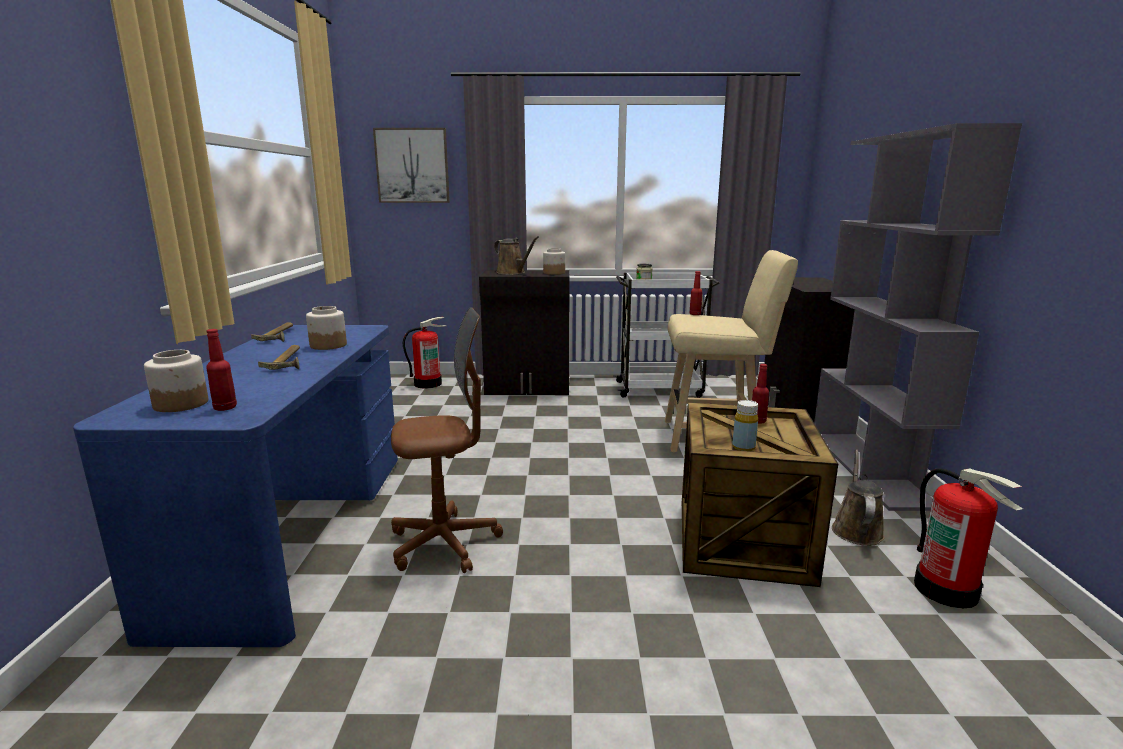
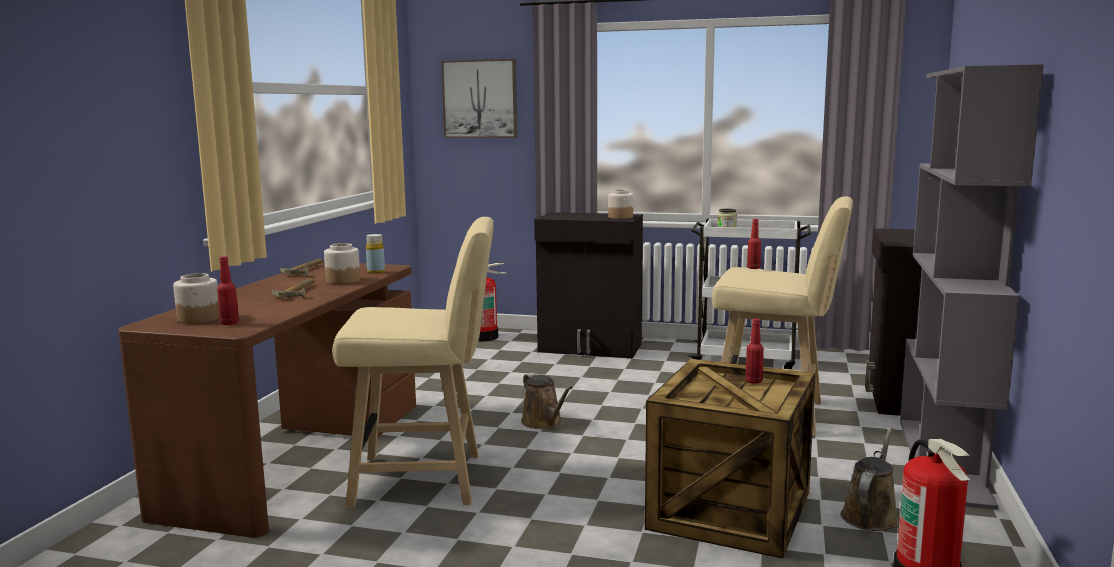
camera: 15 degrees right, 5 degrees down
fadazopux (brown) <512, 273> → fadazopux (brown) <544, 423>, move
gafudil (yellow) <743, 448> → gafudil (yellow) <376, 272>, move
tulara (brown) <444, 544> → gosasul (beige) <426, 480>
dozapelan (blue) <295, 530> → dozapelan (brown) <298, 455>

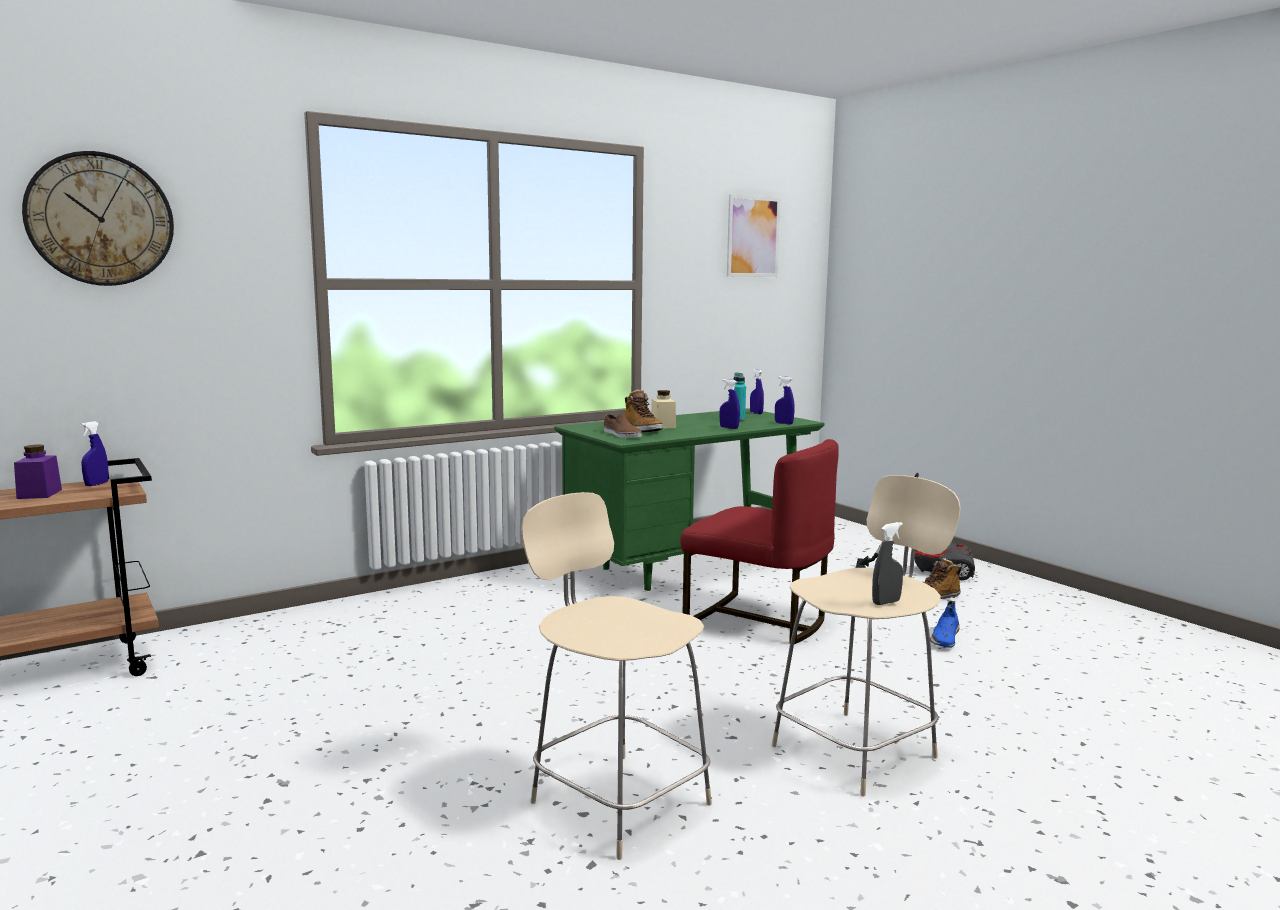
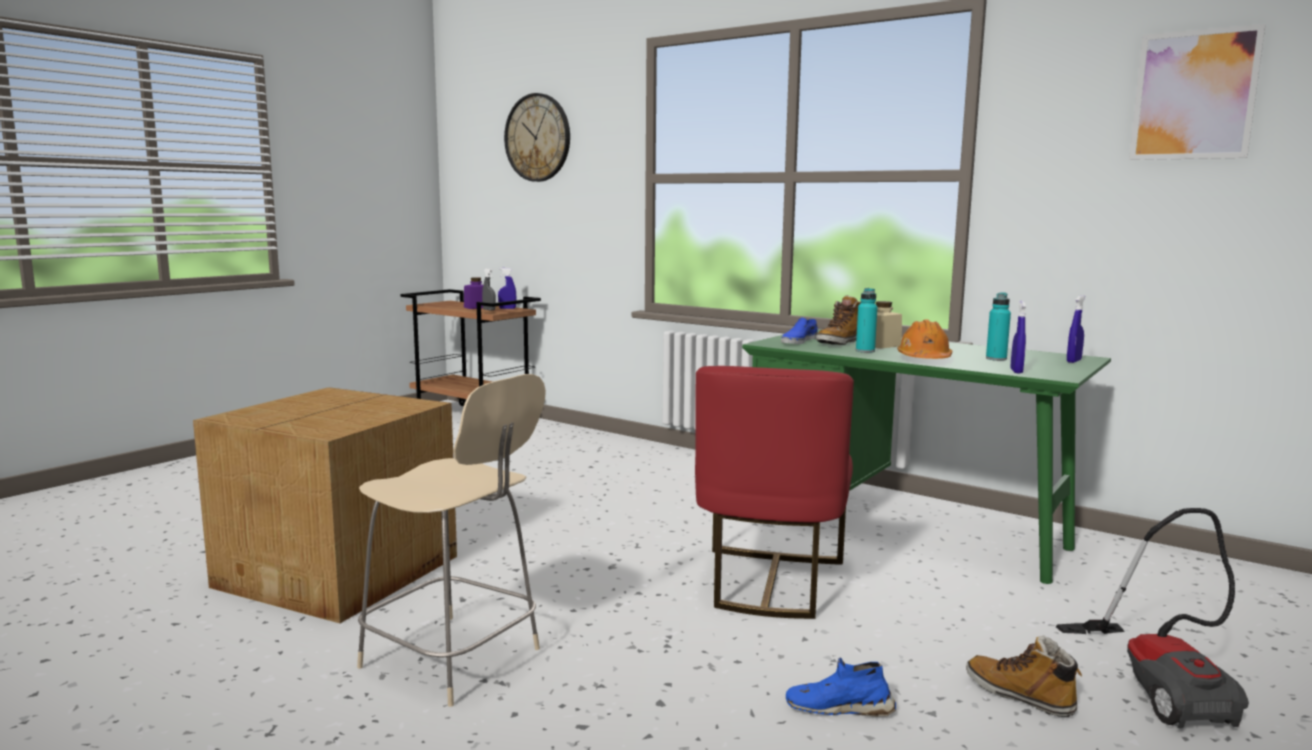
camera: 70 degrees right, 0 degrees up
- → gafudil (turquoise) <865, 351>
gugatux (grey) <886, 602> → gugatux (grey) <489, 310>, move
gosasul (beige) <616, 800> → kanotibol <342, 571>
gugatux (blue) <729, 428> → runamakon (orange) <924, 359>
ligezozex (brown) <621, 435> → ligezozex (blue) <798, 341>

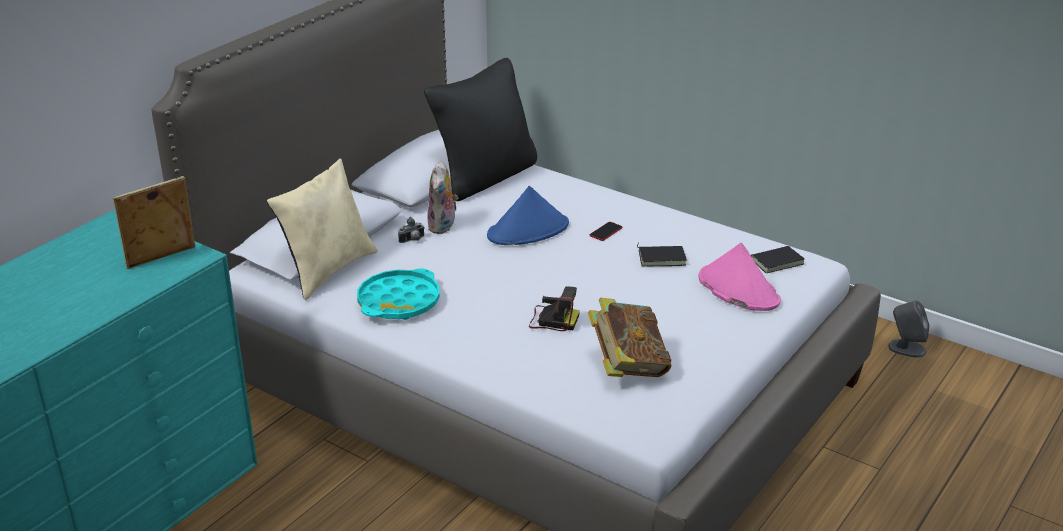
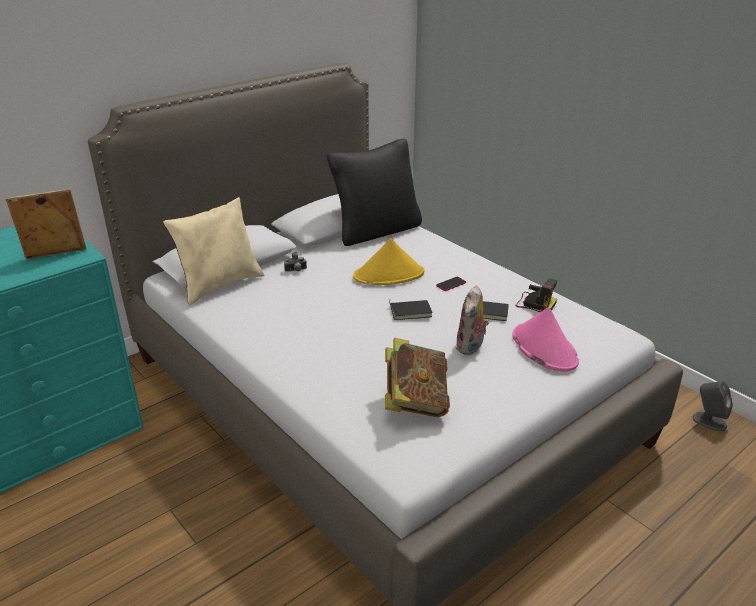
camera: 15 degrees right, 0 degrees up
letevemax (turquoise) <399, 302> → -
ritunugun <443, 226> → ritunugun <471, 347>, move
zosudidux <552, 320> → zosudidux <534, 303>, move
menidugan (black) <776, 261> → menidugan (black) <410, 311>, move
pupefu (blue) <528, 230> → pupefu (yellow) <389, 275>

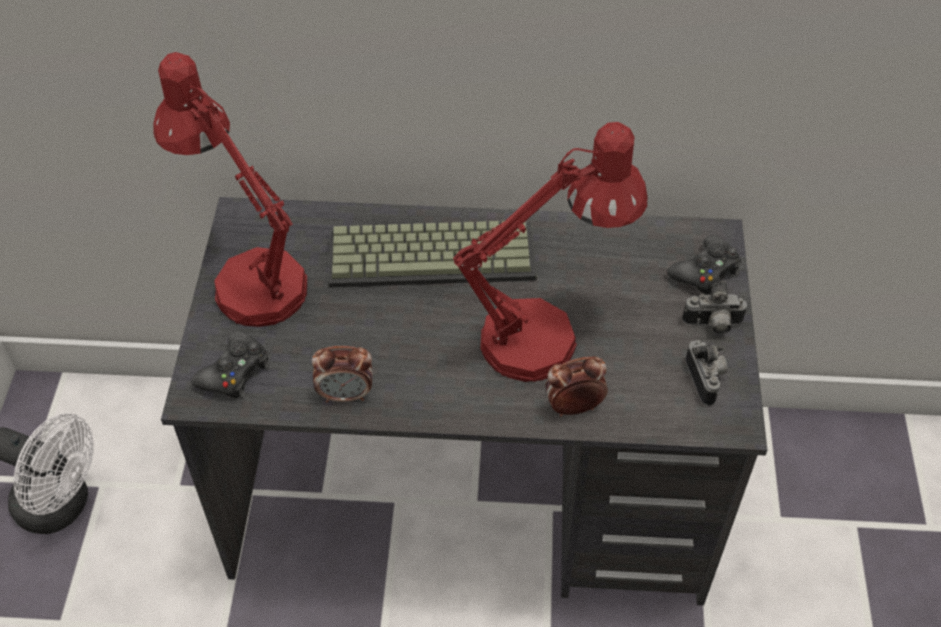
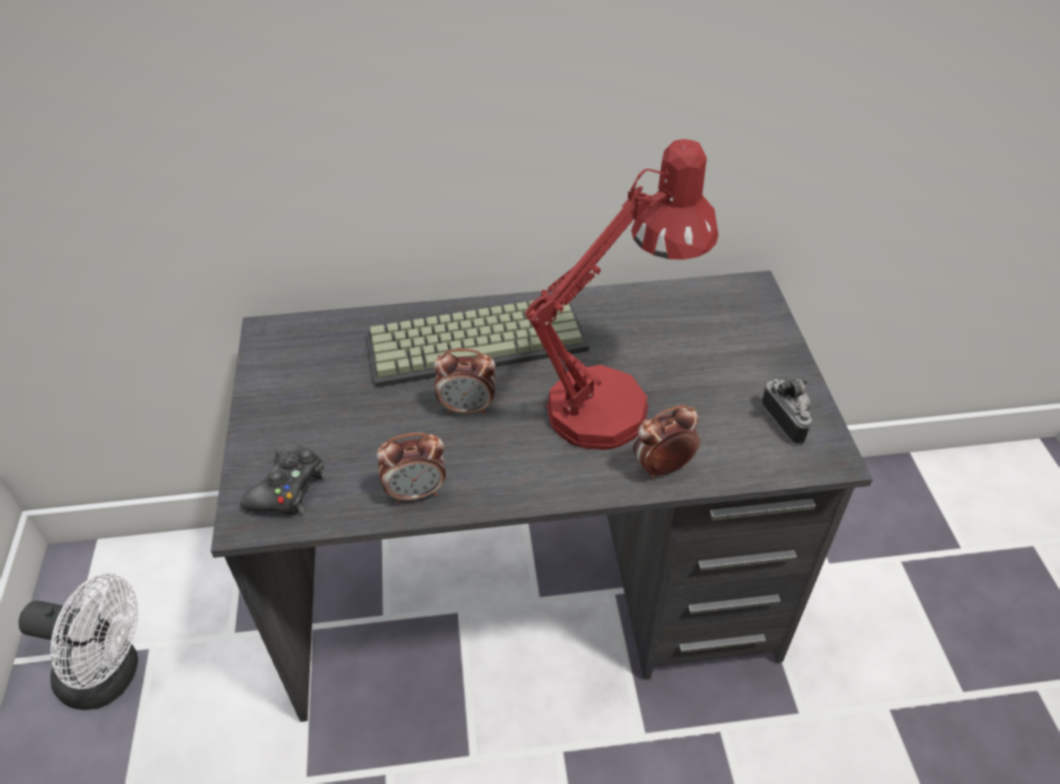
camera: 10 degrees left, 5 degrees down
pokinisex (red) <249, 279> → -
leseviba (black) <705, 272> → -
zosudidux <712, 326> → -
- → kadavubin <467, 408>

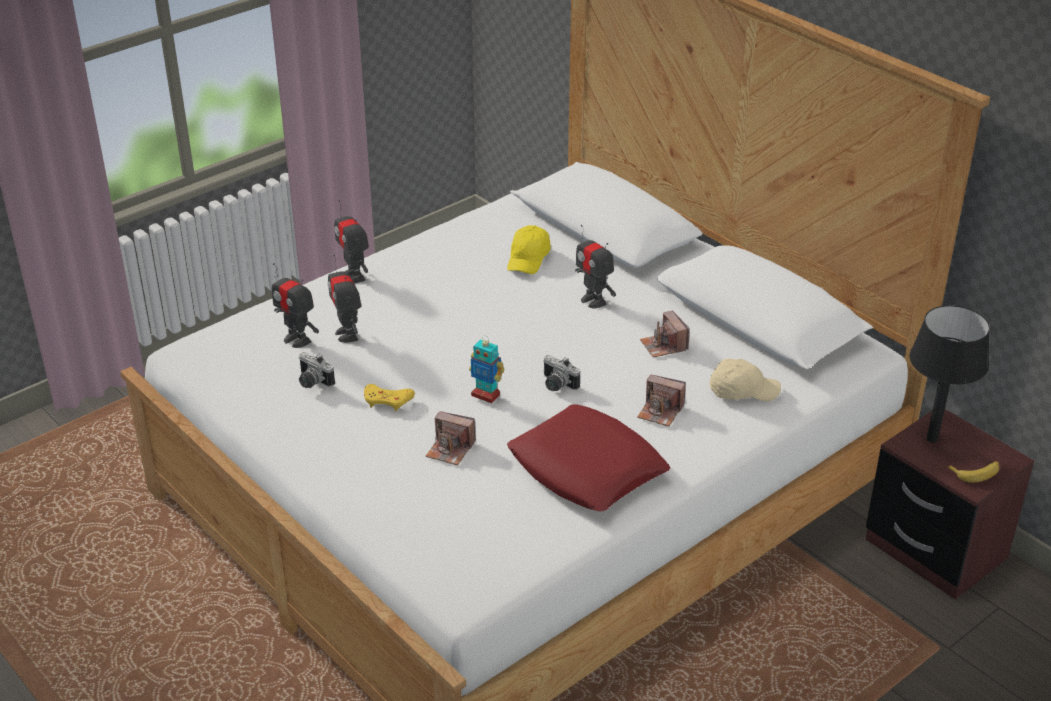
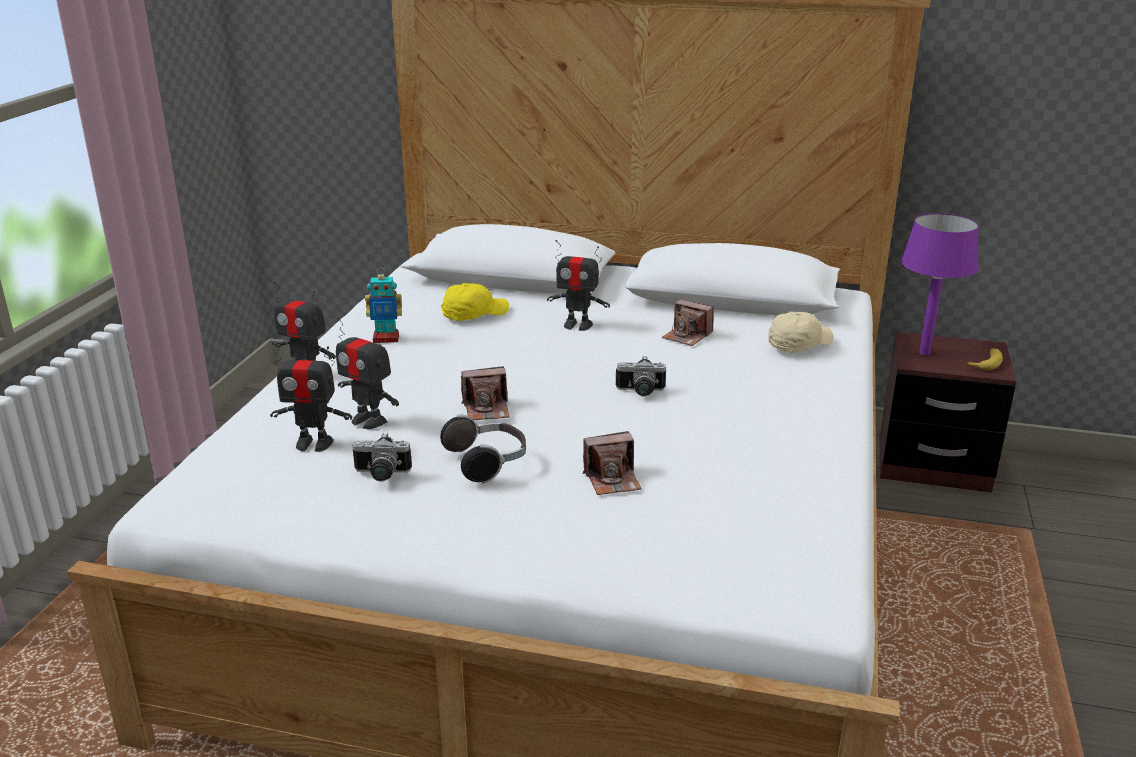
camera: 35 degrees left, 10 degrees down
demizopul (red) <587, 468> → -
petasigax <486, 395> → petasigax <386, 339>, move
zosudidux <660, 412> → zosudidux <487, 409>, move
leseviba (yellow) <387, 400> → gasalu <487, 462>
pokinisex (black) <931, 439> → pokinisex (purple) <924, 353>
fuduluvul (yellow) <528, 259> → fuduluvul (yellow) <474, 314>, 105 degrees counterclockwise

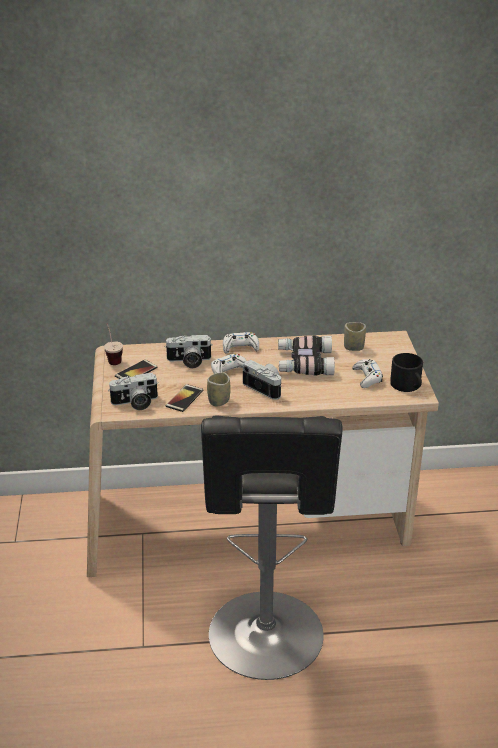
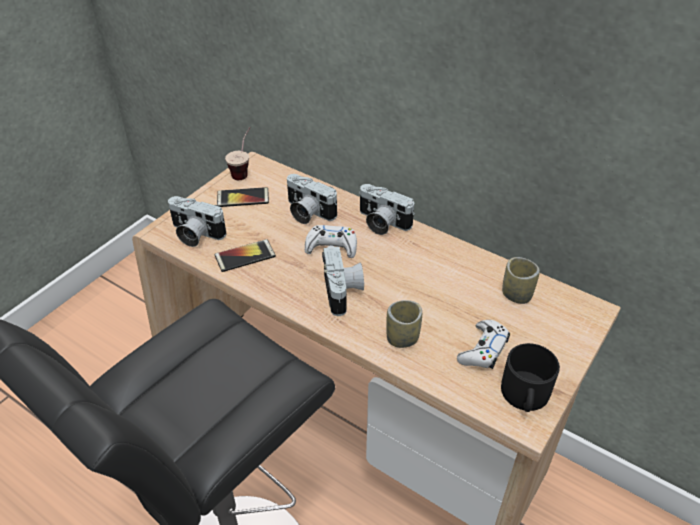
camera: 40 degrees right, 10 degrees up
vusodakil <304, 362> → -
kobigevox <219, 401> → kobigevox <402, 338>, move
leseviba (white) <240, 347> → zosudidux <381, 223>

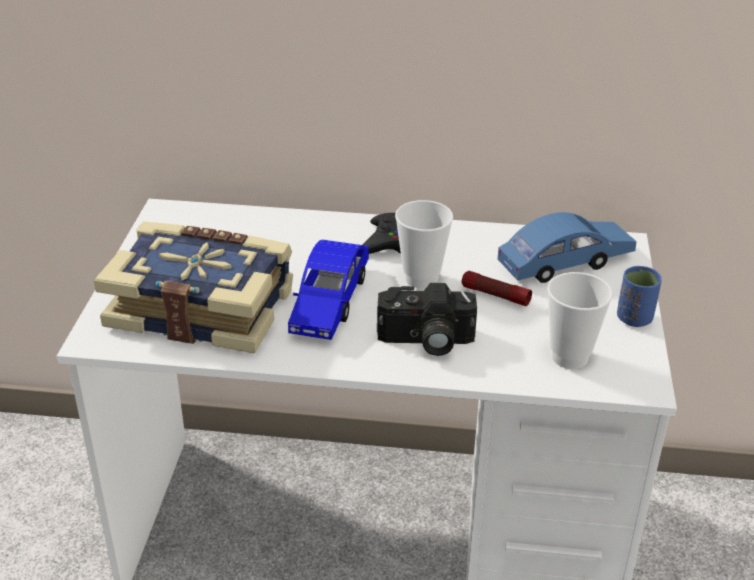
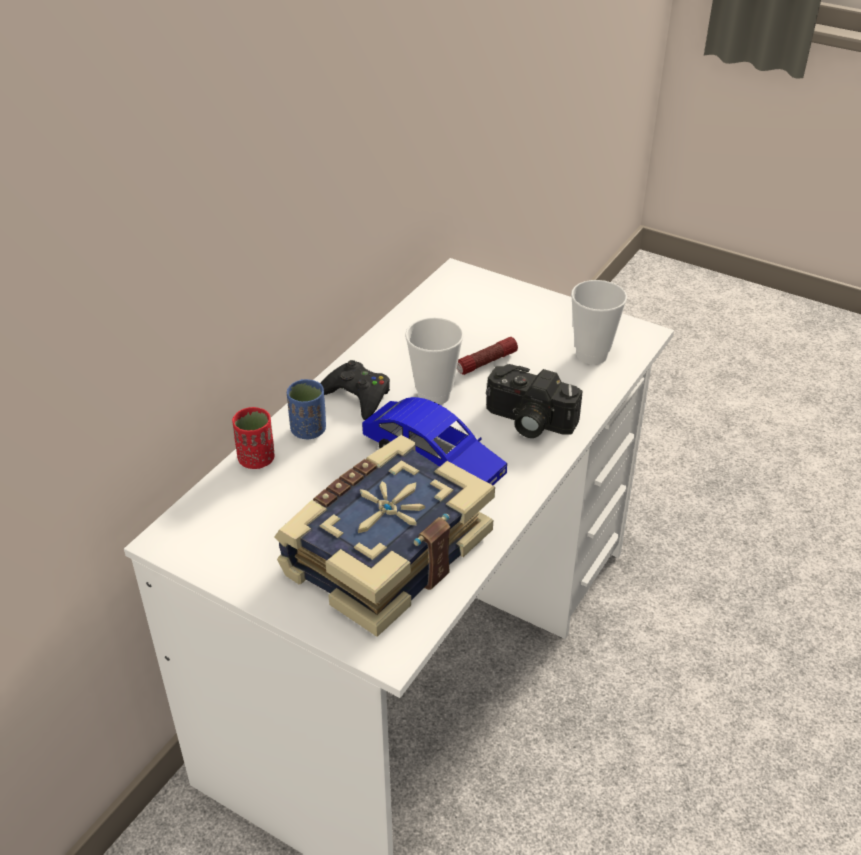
camera: 65 degrees left, 5 degrees up
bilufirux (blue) <565, 263> → -
- → kobigevox (red) <256, 459>
kobigevox (blue) <634, 319> → kobigevox (blue) <308, 430>, move
zosudidux <425, 341> → zosudidux <527, 421>, 90 degrees clockwise

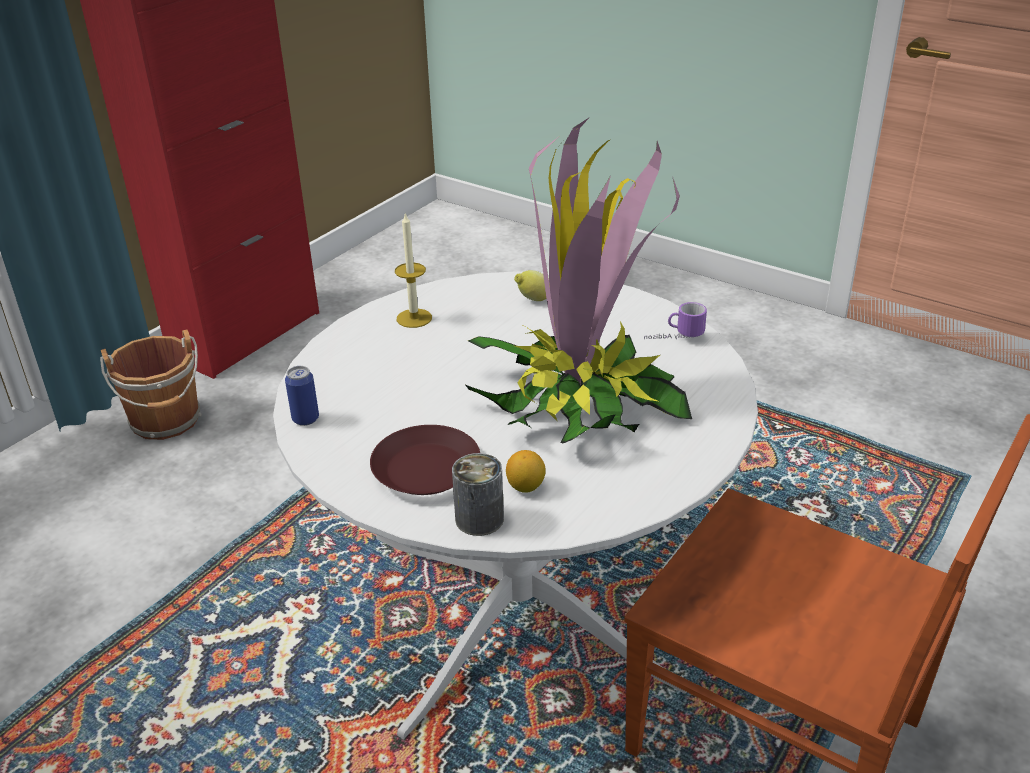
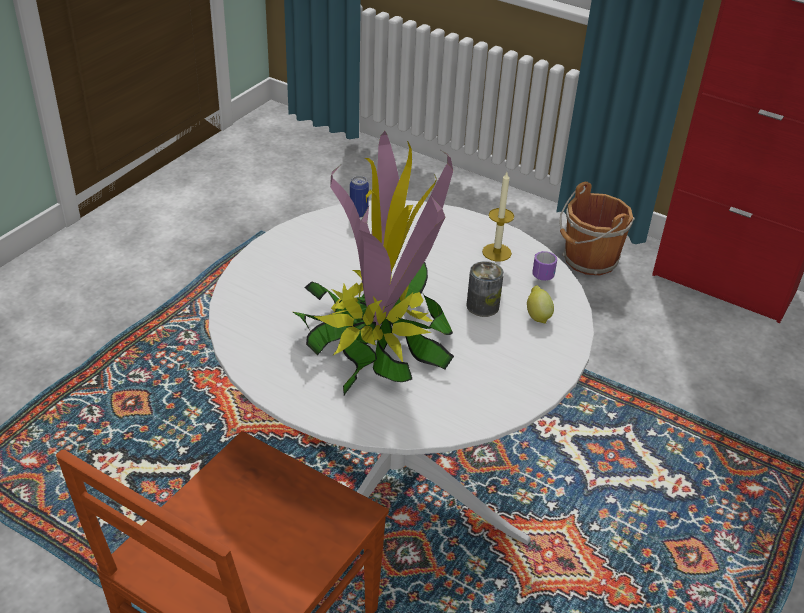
camera: 85 degrees right, 5 degrees up
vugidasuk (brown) <425, 470> → -
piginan <526, 487> → -
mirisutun <479, 519> → mirisutun <482, 306>, move
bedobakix <673, 338> → bedobakix <539, 271>, move

